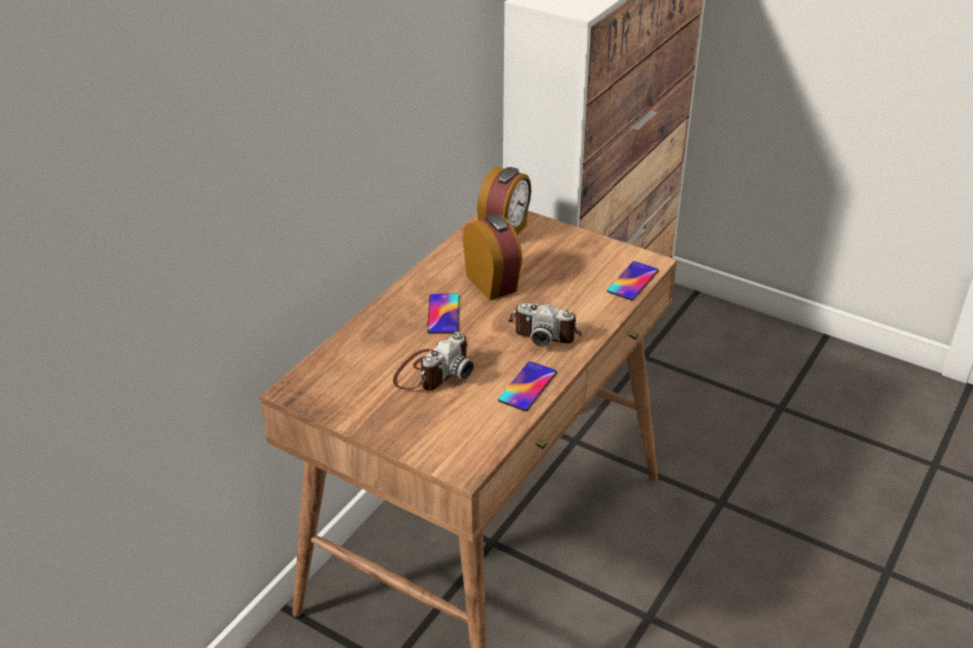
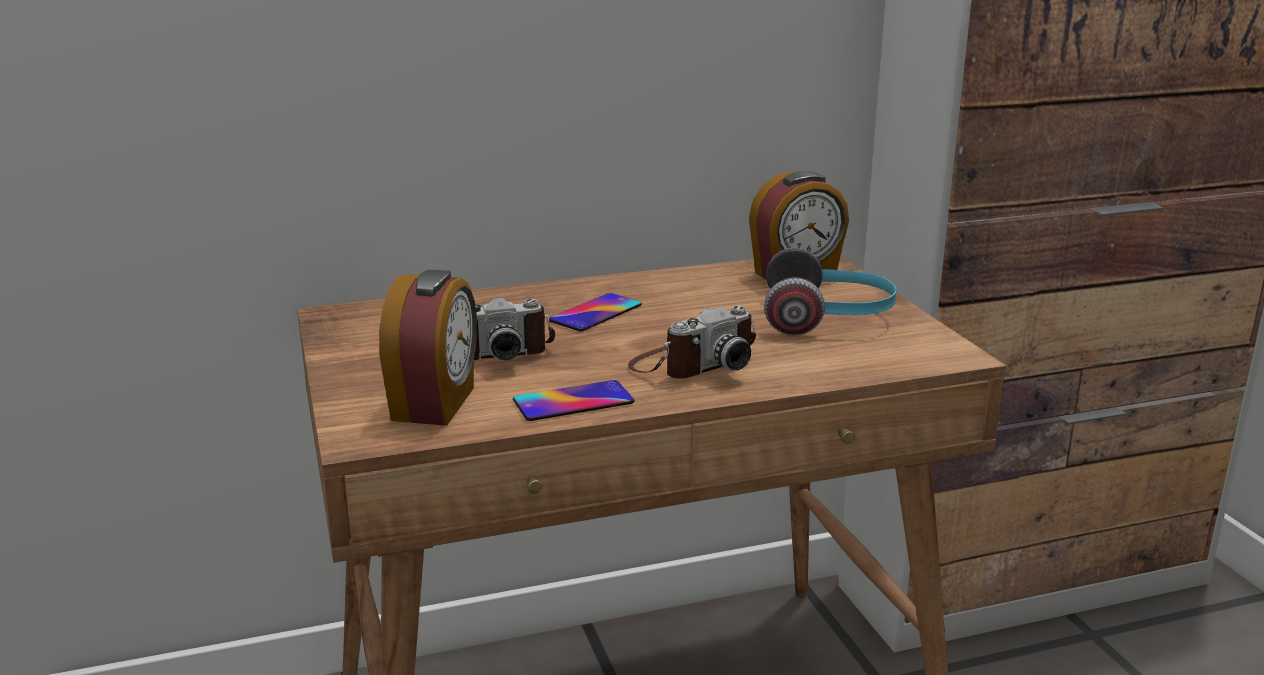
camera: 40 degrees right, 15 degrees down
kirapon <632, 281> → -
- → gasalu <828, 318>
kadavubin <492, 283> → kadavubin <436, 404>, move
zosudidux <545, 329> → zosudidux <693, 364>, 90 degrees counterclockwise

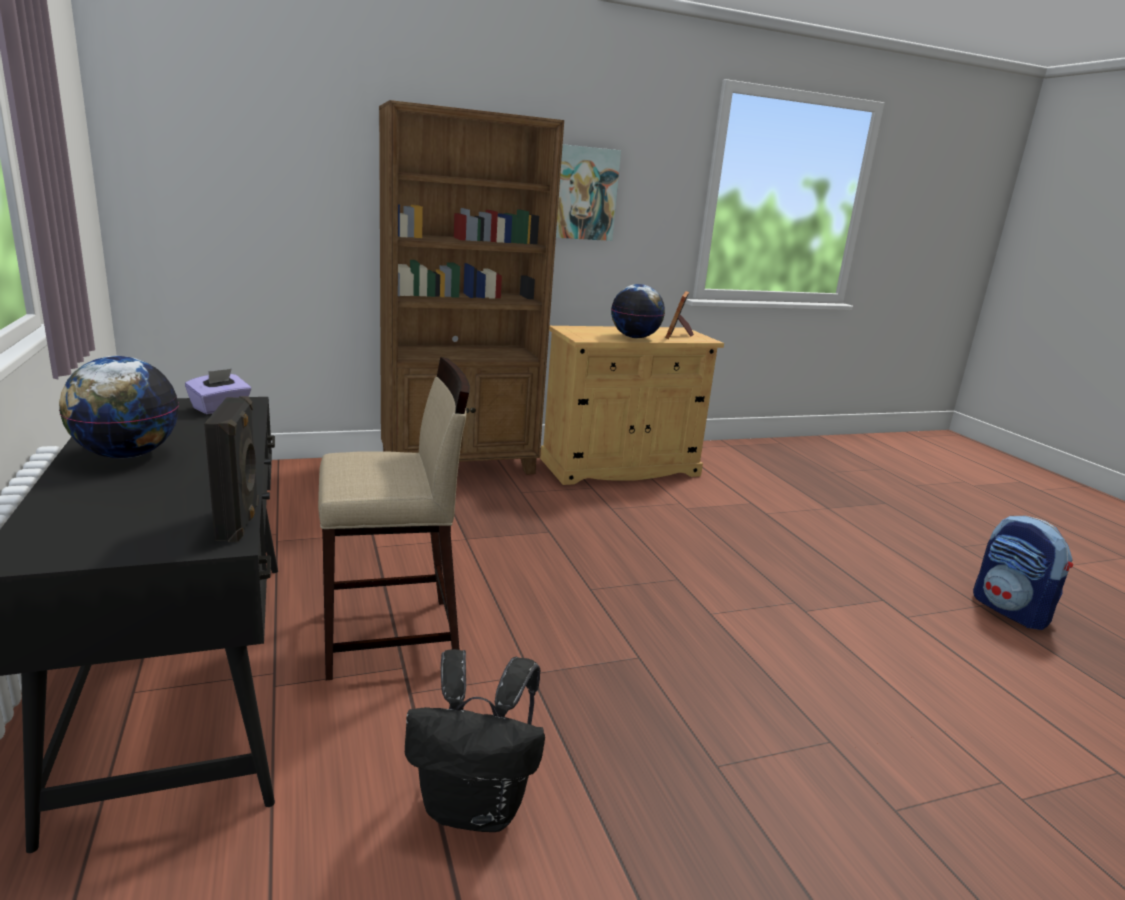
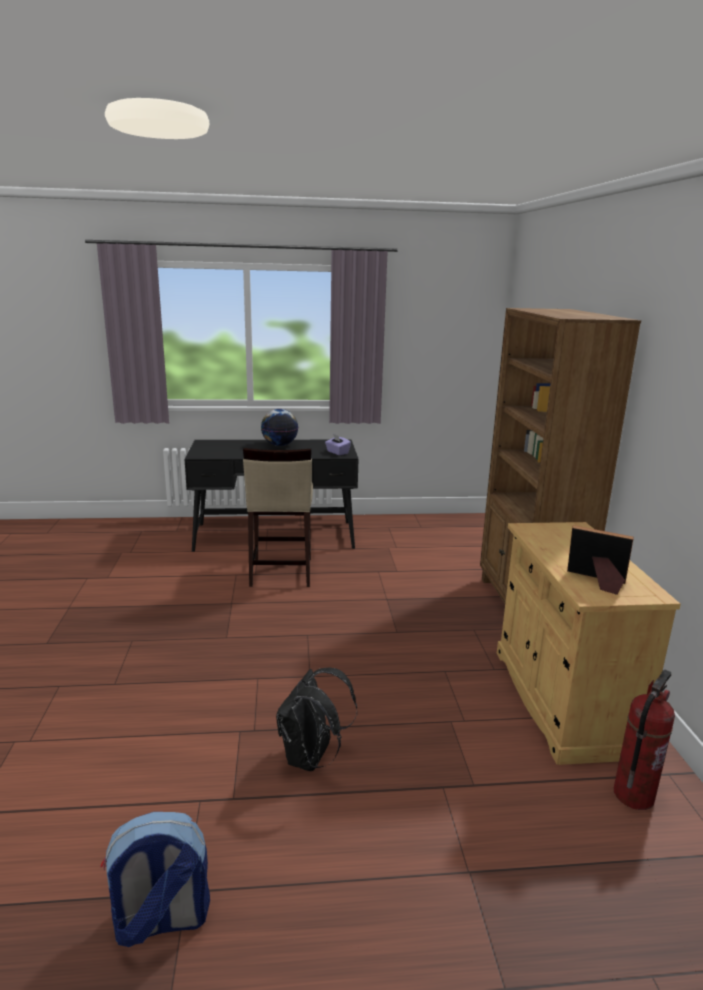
camera: 105 degrees right, 0 degrees up
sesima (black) <240, 522> → -
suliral <582, 193> → -
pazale <635, 337> → -
- → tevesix <633, 795>
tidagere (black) <476, 807> → tidagere (black) <311, 758>, move

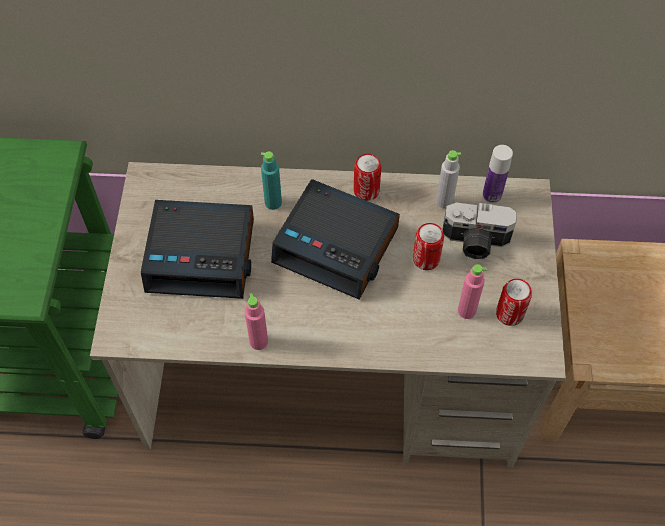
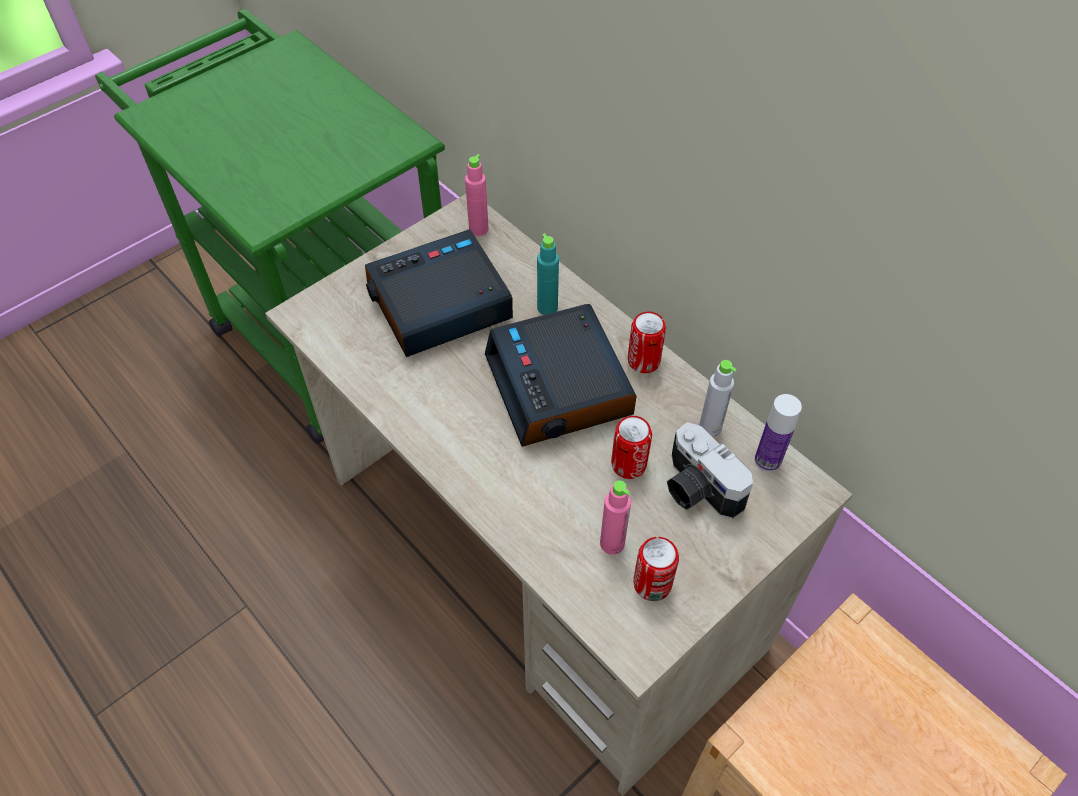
camera: 45 degrees right, 5 degrees down
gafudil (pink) <258, 341> → gafudil (pink) <478, 229>, move
kadavubin <202, 255> → kadavubin <438, 304>, 105 degrees clockwise

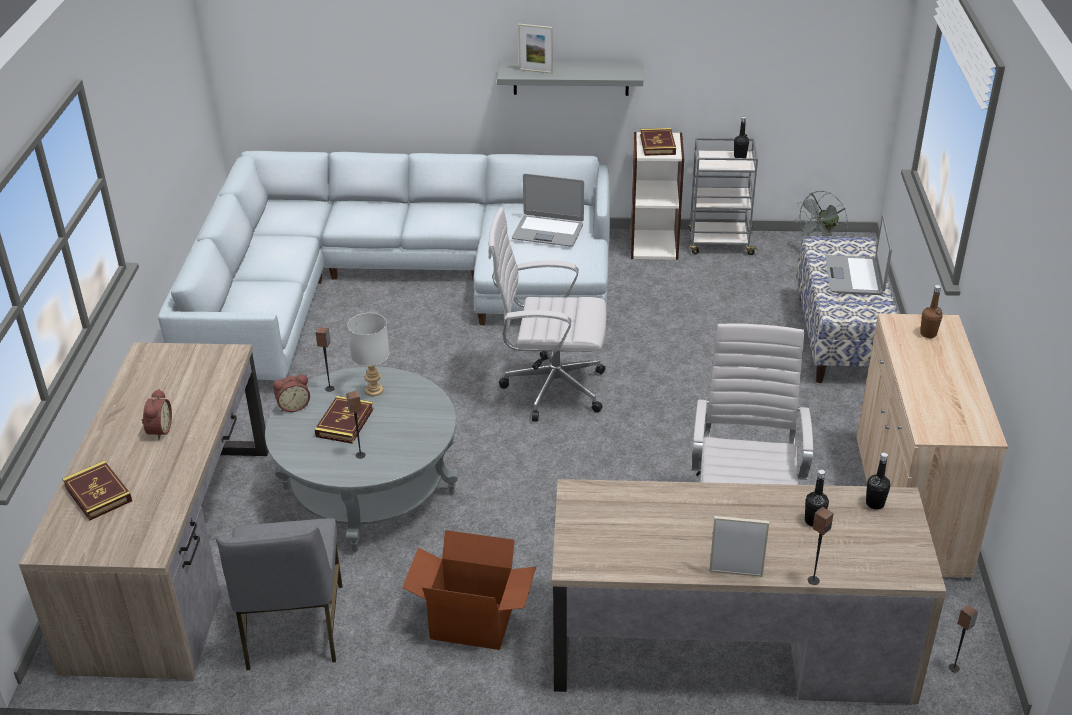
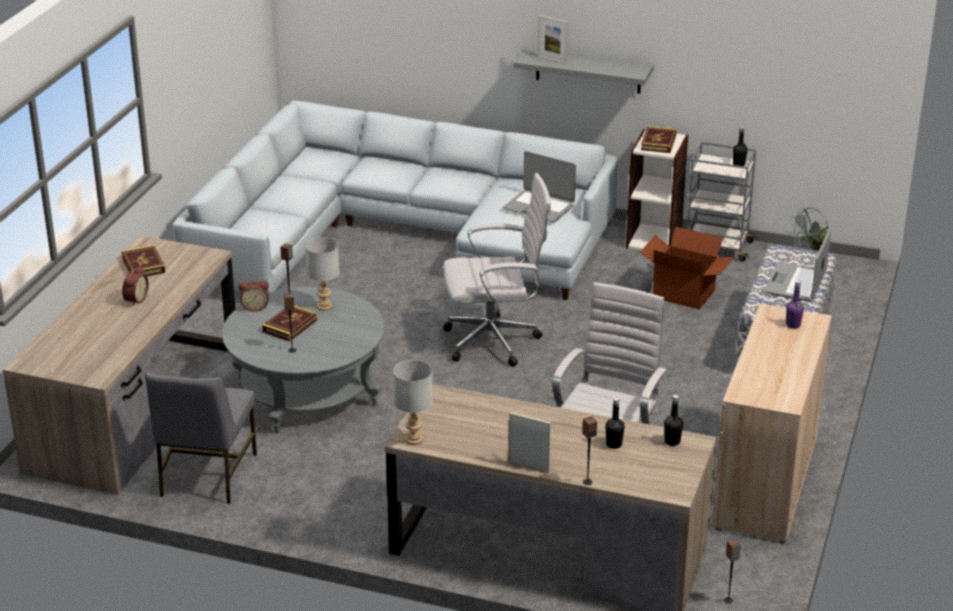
camera: 15 degrees right, 5 degrees down
- → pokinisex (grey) <414, 440>
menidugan <98, 494> → menidugan <143, 265>, move
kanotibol <472, 621> → kanotibol <684, 293>, move
gafudil (brown) <928, 334> → gafudil (purple) <793, 325>
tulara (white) <549, 389> → tulara (white) <496, 341>, 150 degrees clockwise

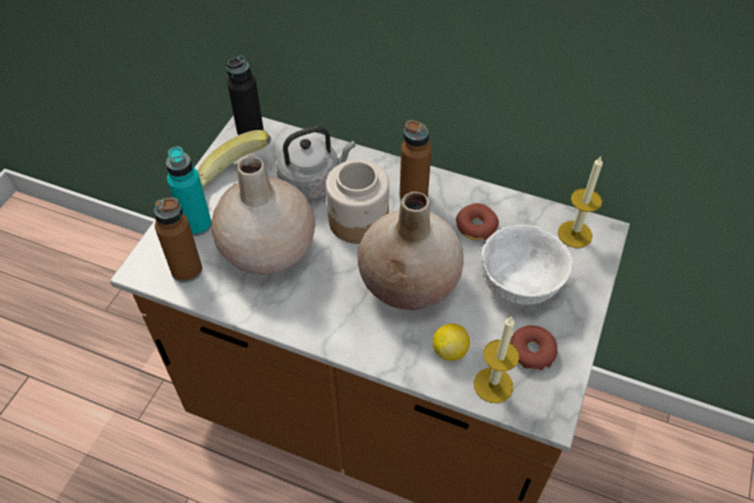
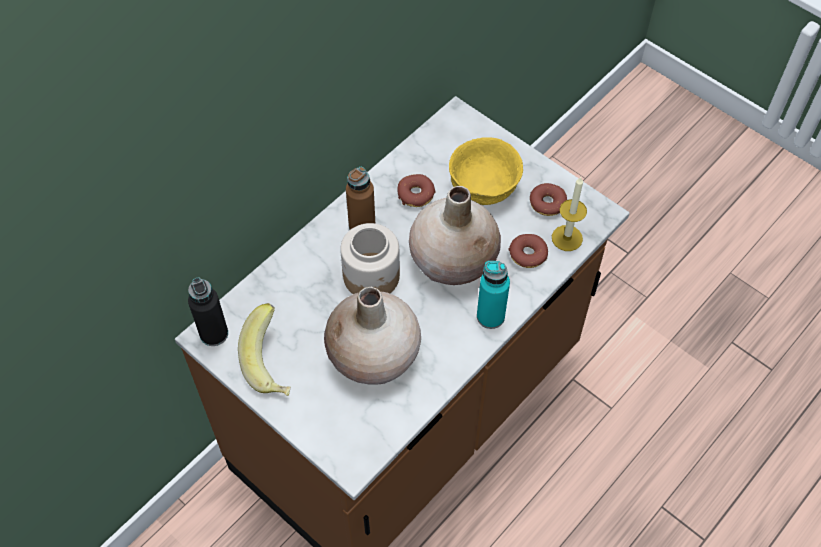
camera: 70 degrees left, 5 degrees up
gafudil (brown) <187, 270> → -
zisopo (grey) <313, 182> → -
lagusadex <574, 234> → -
gafudil (turquoise) <197, 224> → gafudil (turquoise) <490, 316>, move
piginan <450, 350> → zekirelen <527, 254>
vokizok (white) <519, 284> → vokizok (yellow) <484, 188>

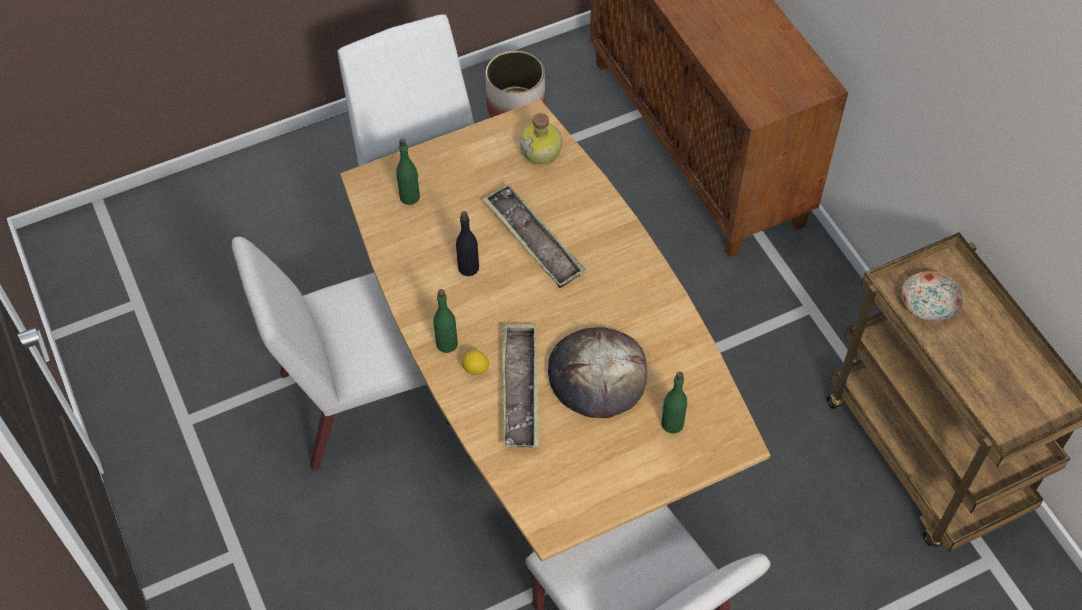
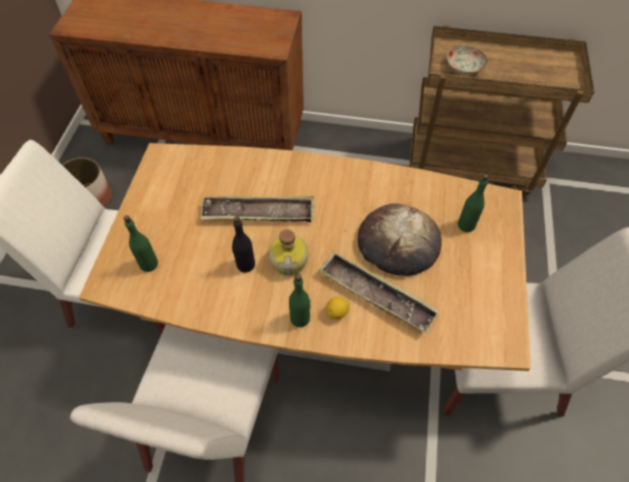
camera: 55 degrees left, 0 degrees up
gafudil <542, 152> → gafudil <290, 261>, move

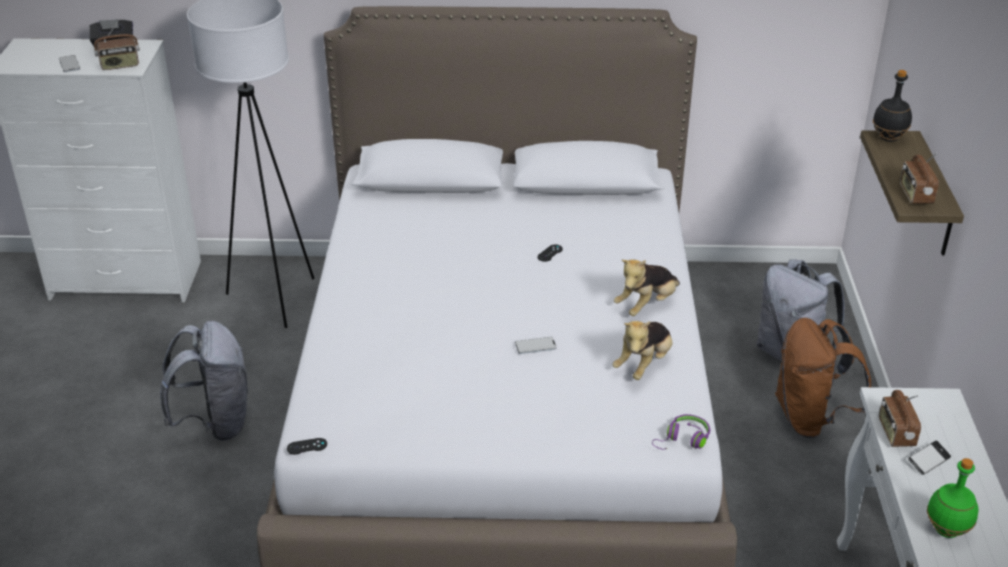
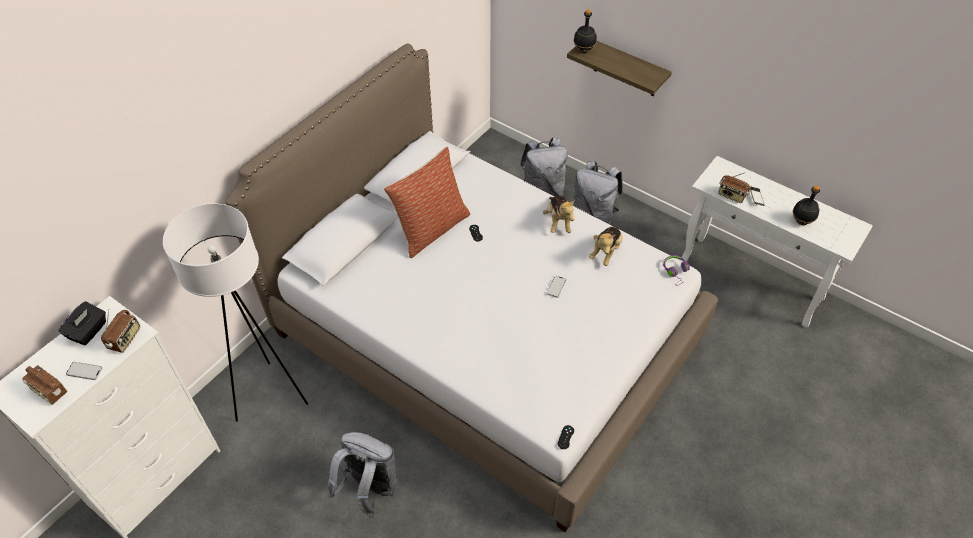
camera: 55 degrees left, 15 degrees up
- → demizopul <431, 229>
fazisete <915, 195> → fazisete <49, 392>, move
tidagere (brown) <811, 419> → tidagere (grey) <594, 216>
gafudil (green) <946, 530> → gafudil (black) <801, 221>
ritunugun <644, 364> → ritunugun <605, 252>, 45 degrees clockwise

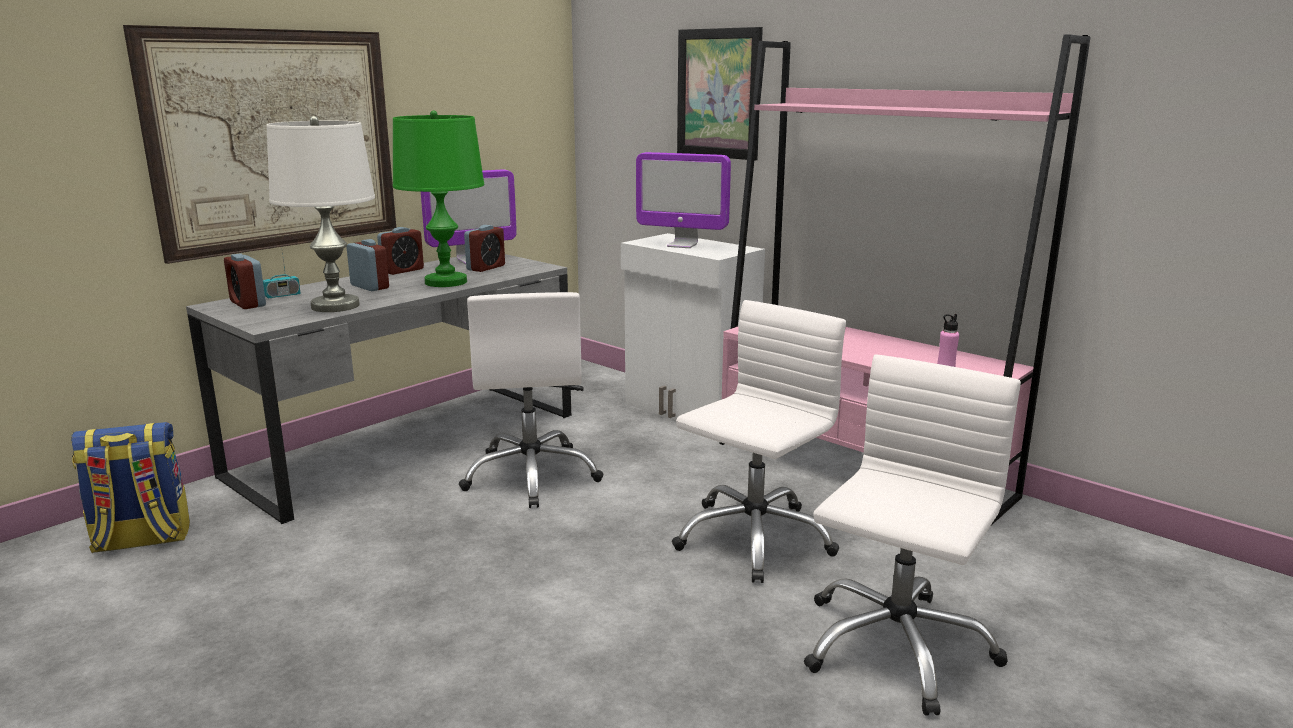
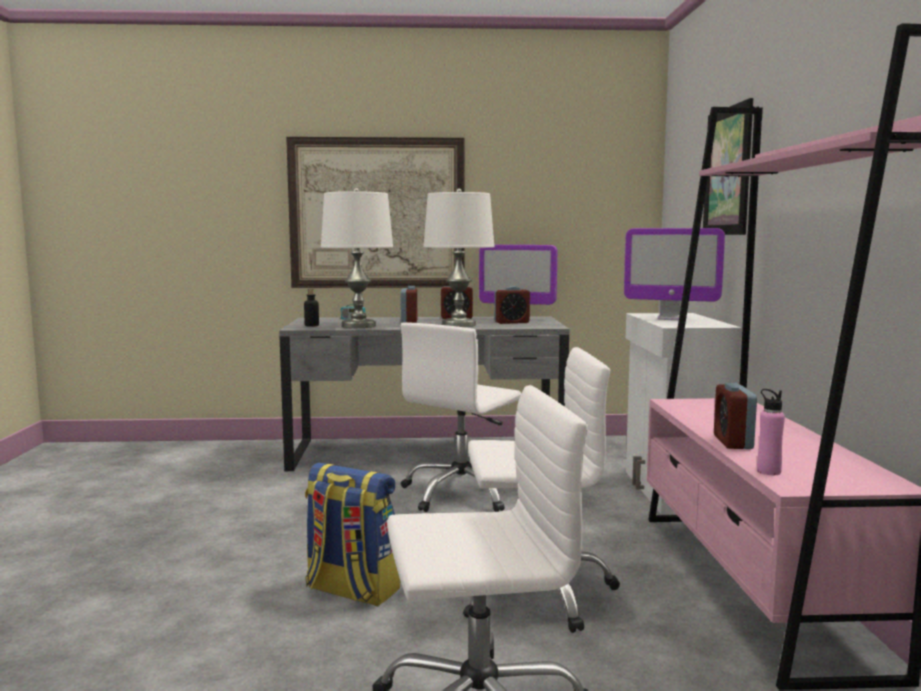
camera: 45 degrees right, 10 degrees down
- → gafudil <311, 325>
tidagere <141, 540> → tidagere <351, 590>, move
kadavubin <248, 304> → kadavubin <733, 442>, move
pokinisex (green) <446, 282> → pokinisex (white) <459, 325>
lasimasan <682, 245> → lasimasan <671, 318>, 45 degrees counterclockwise

